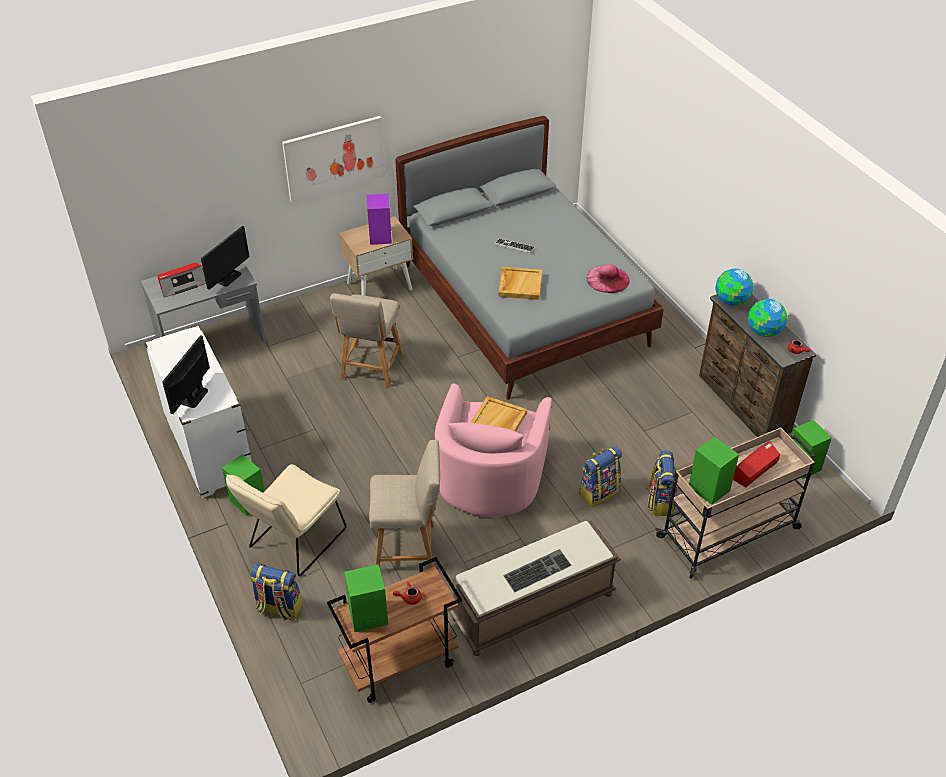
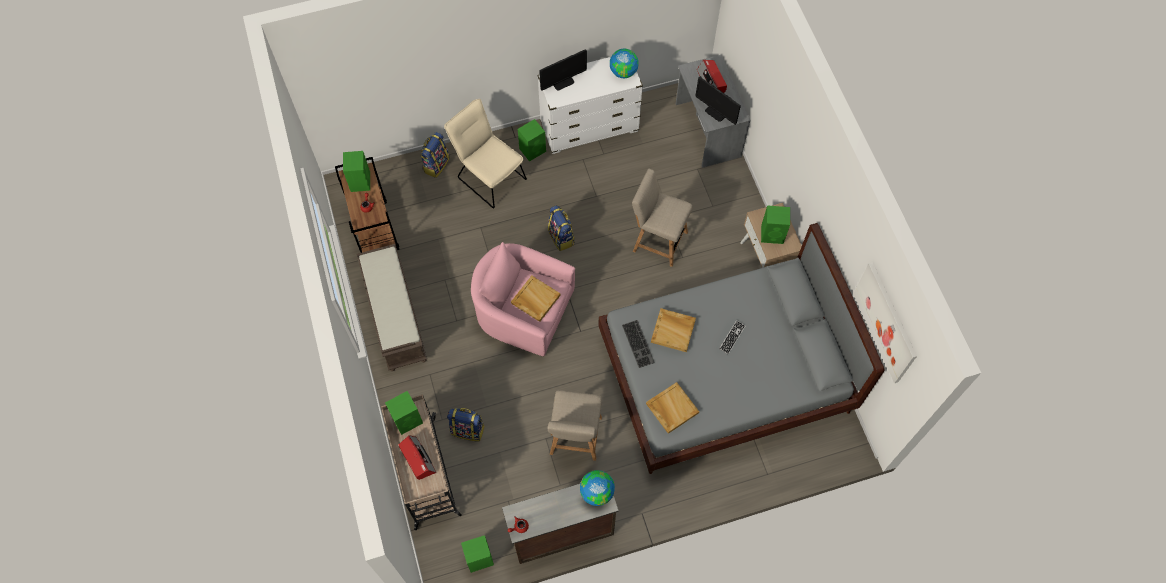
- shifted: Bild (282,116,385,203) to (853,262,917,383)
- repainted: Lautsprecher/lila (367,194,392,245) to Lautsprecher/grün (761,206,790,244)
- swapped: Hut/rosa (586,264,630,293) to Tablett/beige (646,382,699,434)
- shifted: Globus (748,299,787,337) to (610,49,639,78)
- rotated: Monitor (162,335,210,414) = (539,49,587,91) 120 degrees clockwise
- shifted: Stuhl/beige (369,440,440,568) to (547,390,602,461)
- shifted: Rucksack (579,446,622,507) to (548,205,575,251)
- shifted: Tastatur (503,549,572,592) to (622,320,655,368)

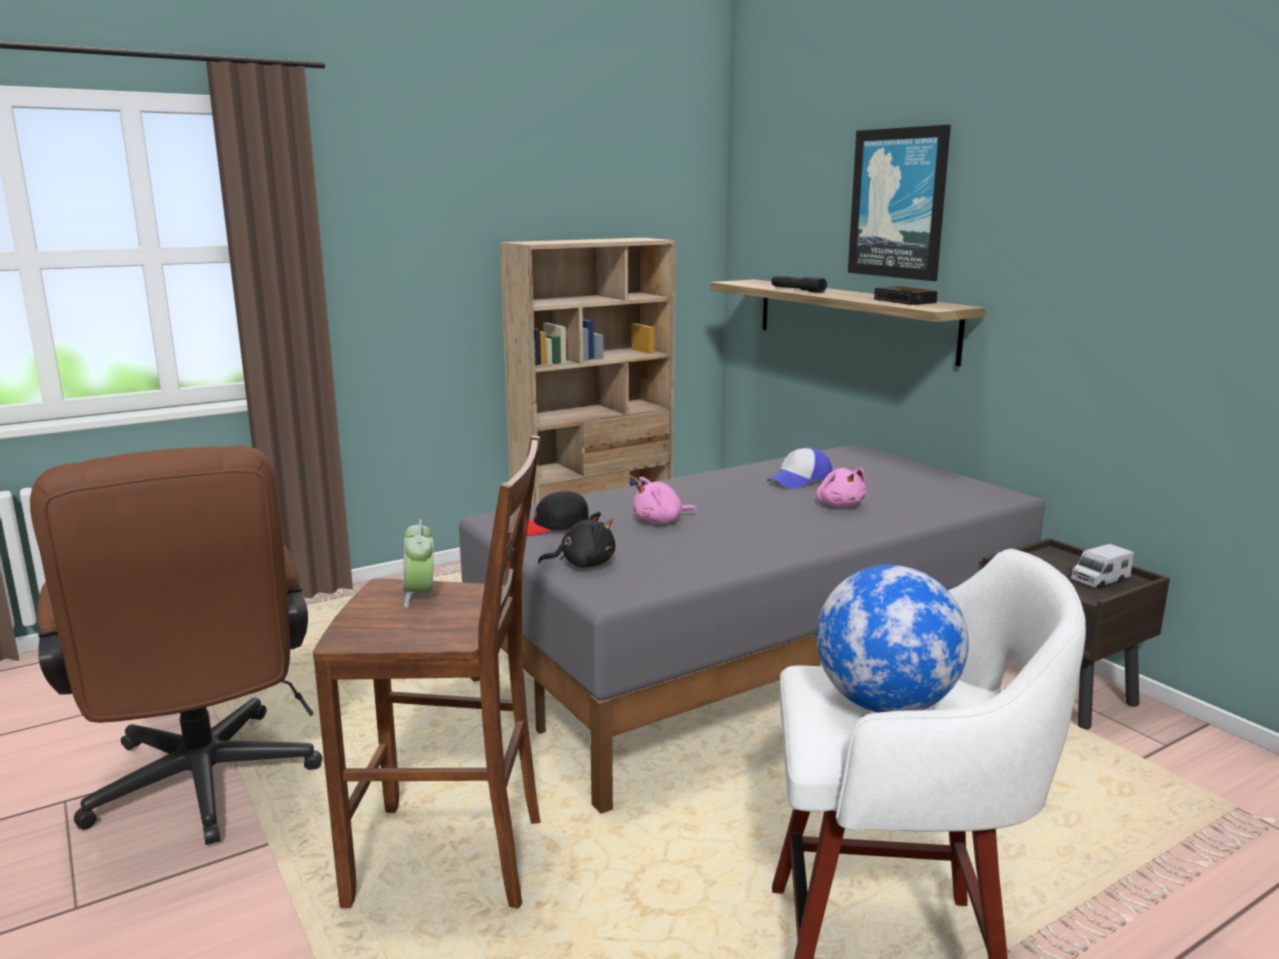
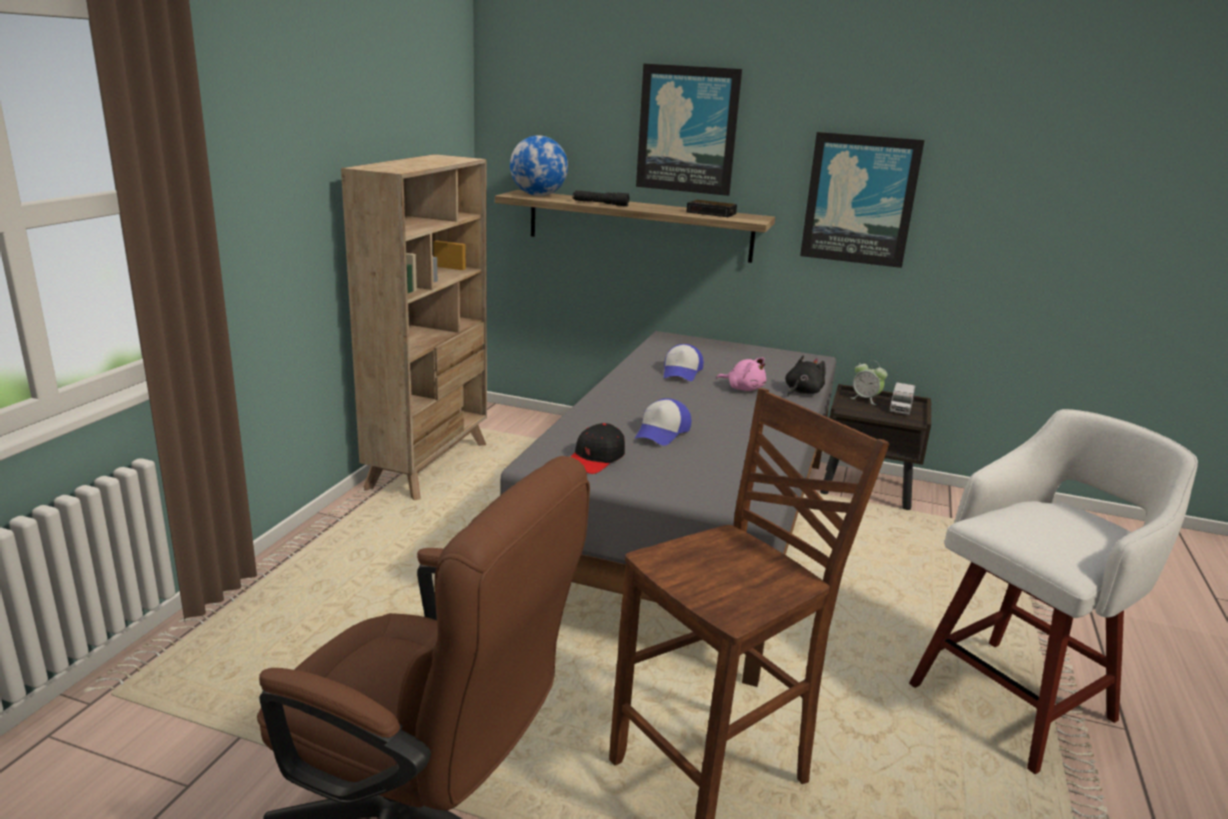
- swapped: Plüschtier/rosa (633,477,697,524) to Kappe (635,398,691,446)
- shifted: Plüschtier/schwarz (538,512,615,568) to (785,355,826,397)
- shifted: Wecker (403,519,434,608) to (850,360,888,405)
- shifted: Globus (816,565,969,713) to (510,135,568,196)
- new: Bild (800,132,924,268)

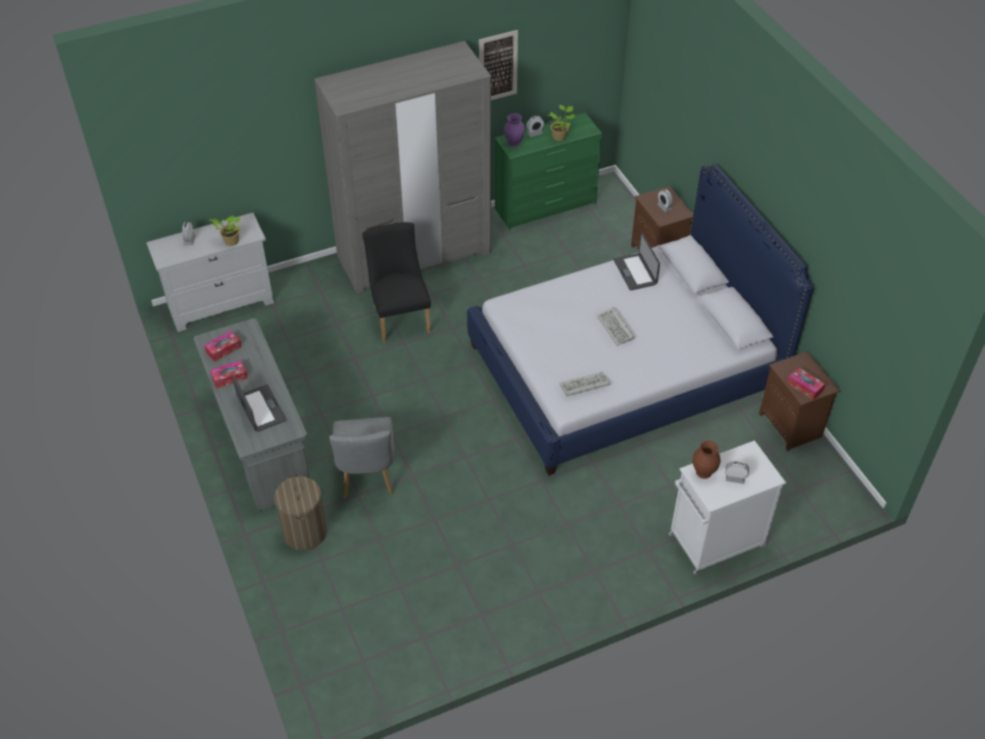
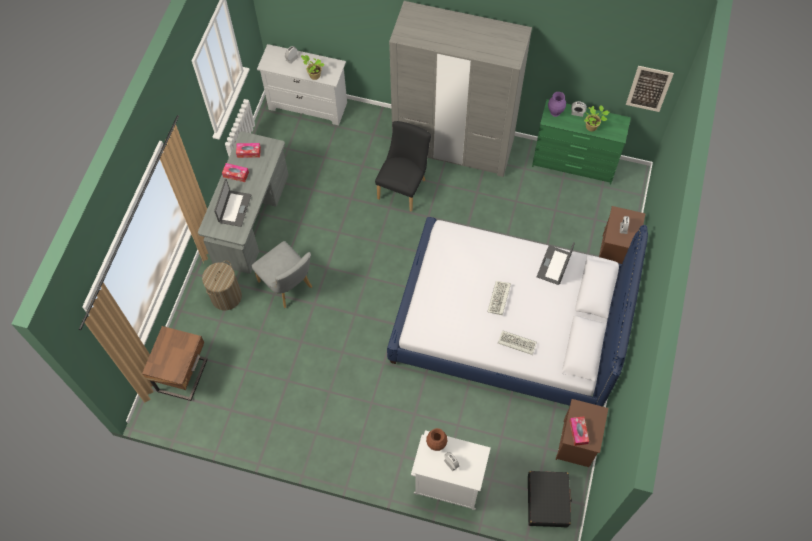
- shifted: Bild (479,30,518,100) to (626,66,674,112)
- shifted: Tastatur (559,372,610,396) to (498,330,537,355)
- rotated: Stuhl/grau (329,417,394,498) = (252,241,312,308) 75 degrees counterclockwise
- new: Nachttisch/braun (142,326,208,401)
- new: Koffer/schwarz (528,471,572,527)

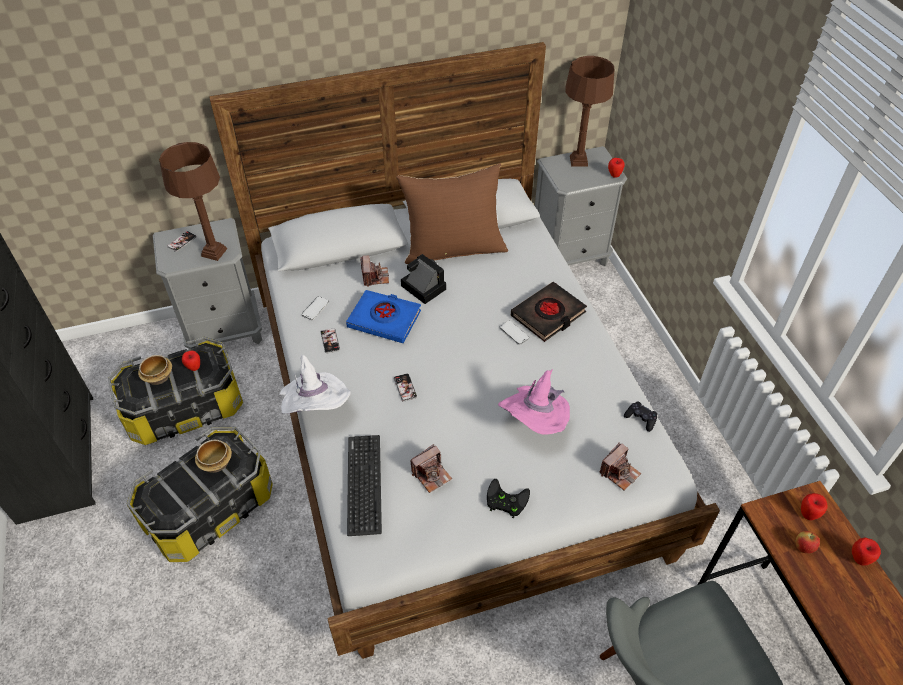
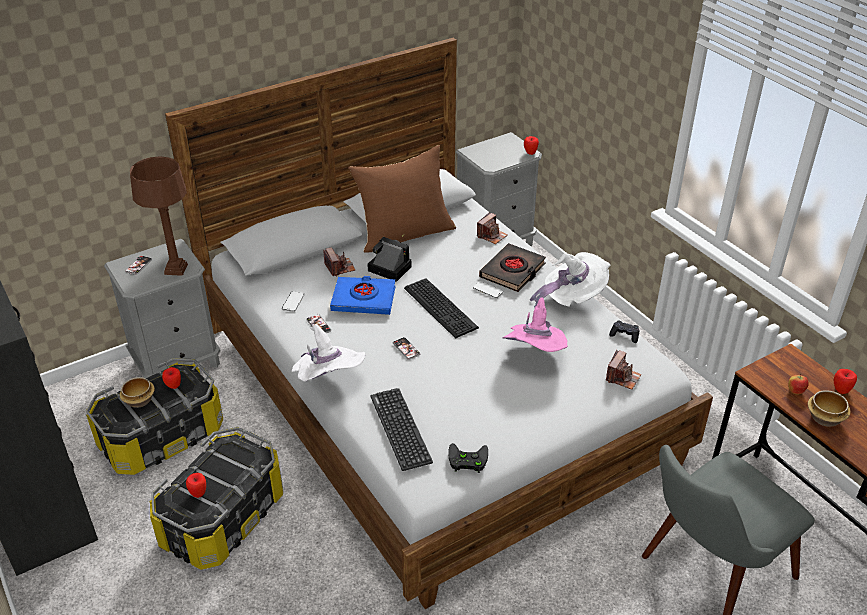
- gone: Tischlampe/braun (565,56,614,167)
- shifted: Schüssel (195,440,232,473) to (808,390,851,427)
- shifted: Kamera (410,444,452,493) to (477,212,508,244)
- shifted: Gamepad/schwarz (487,479,530,518) to (448,443,488,473)
- shifted: Apfel (801,493,827,520) to (186,473,206,498)
- new: Hut/weiß (530,252,611,308)
- new: Tastatur (404,278,479,338)

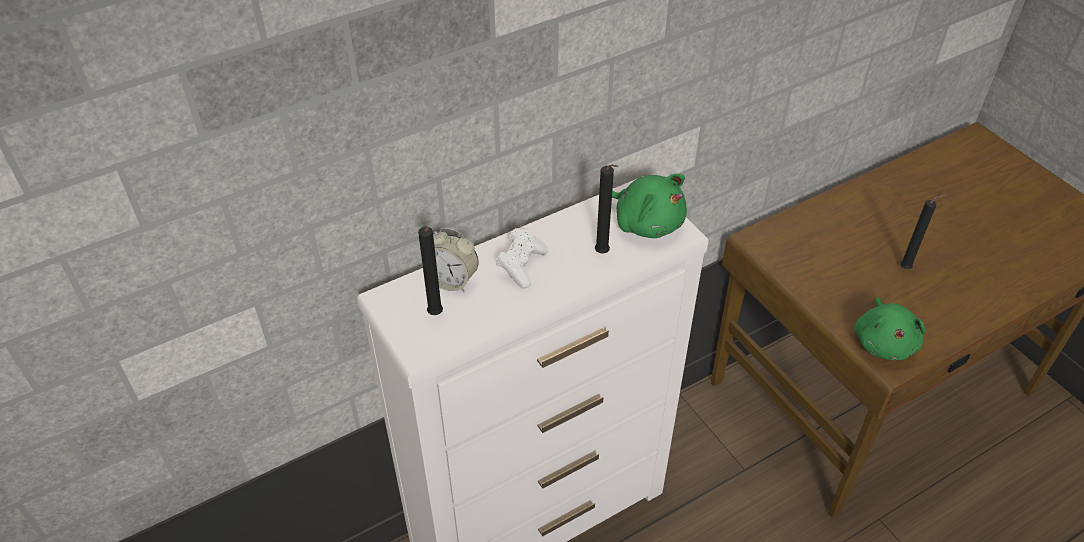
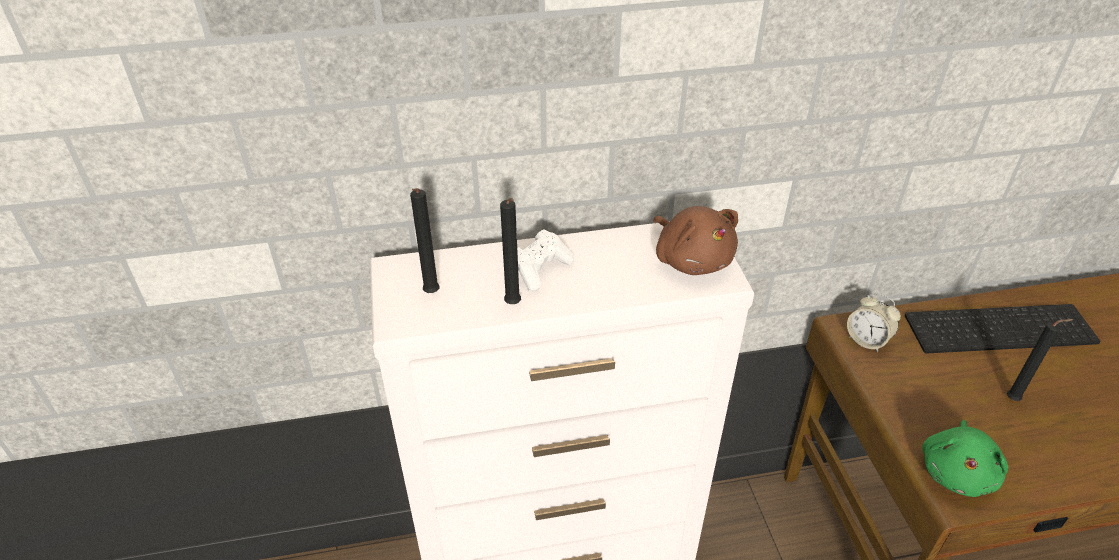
- shifted: Kerze/schwarz (595,164,618,254) to (500,198,521,304)
- repainted: Plüschtier/grün (612,174,687,238) to Plüschtier/braun (654,206,738,275)
- shifted: Wecker (422,227,479,292) to (847,293,901,352)
- new: Tastatur (905,304,1100,353)

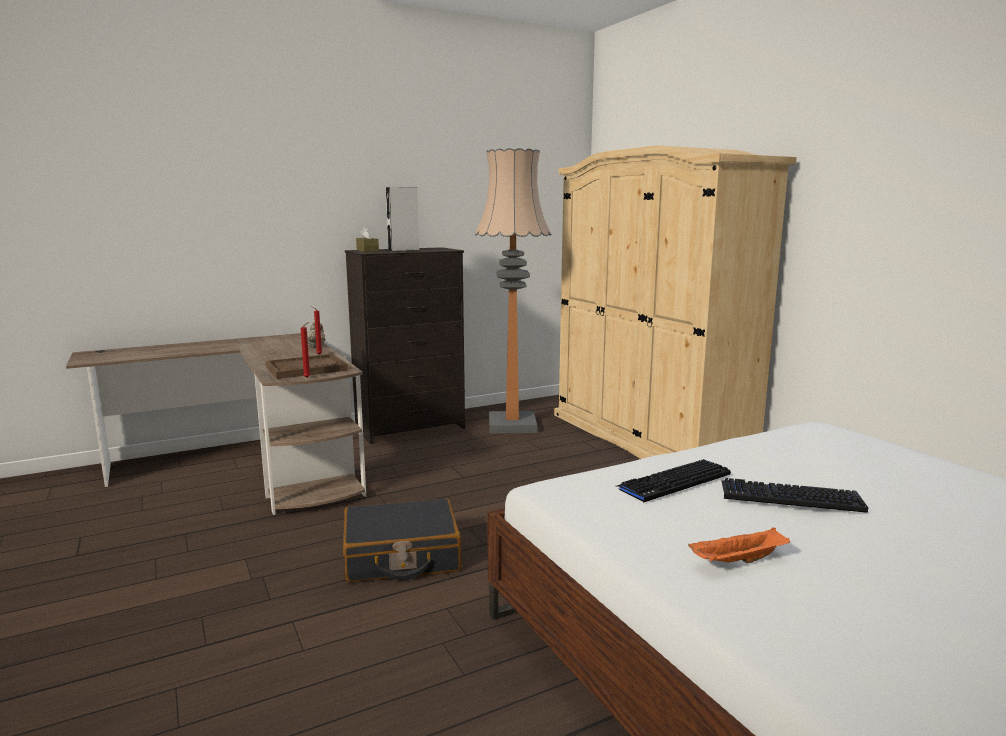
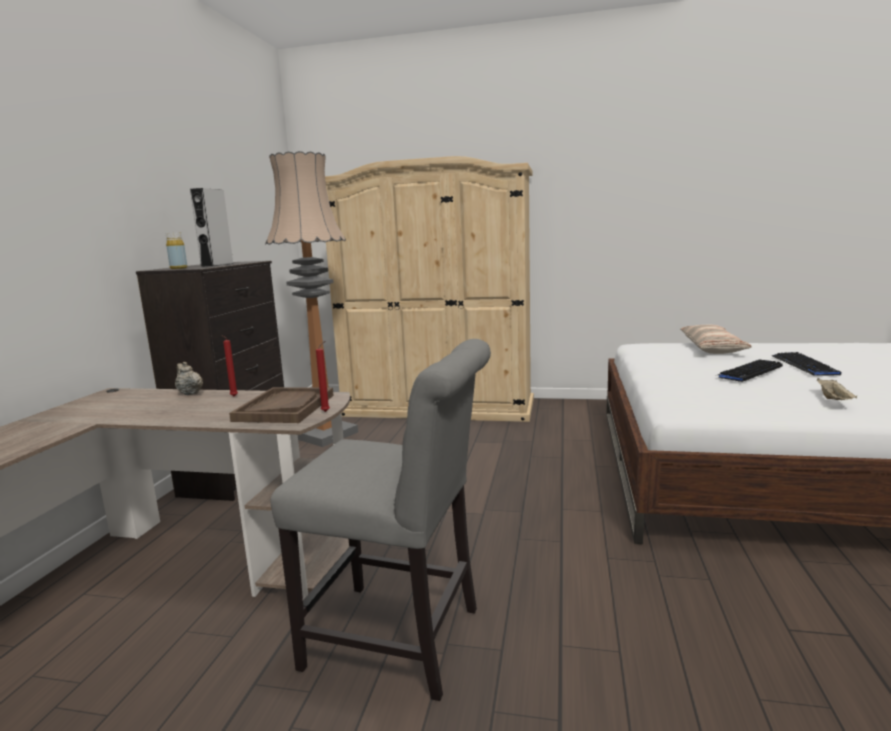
- swapped: Taschentuchbox/braun (356,226,379,252) to Flasche/gelb (166,232,187,269)
- shifted: Tastatur (617,459,731,503) to (772,352,841,376)
- gone: Koffer/schwarz (343,498,461,582)
- repainted: Tablett/orange (688,527,790,564) to Tablett/beige (817,378,858,400)
- new: Kissen (680,325,752,354)
- new: Stuhl/grau (270,339,491,701)

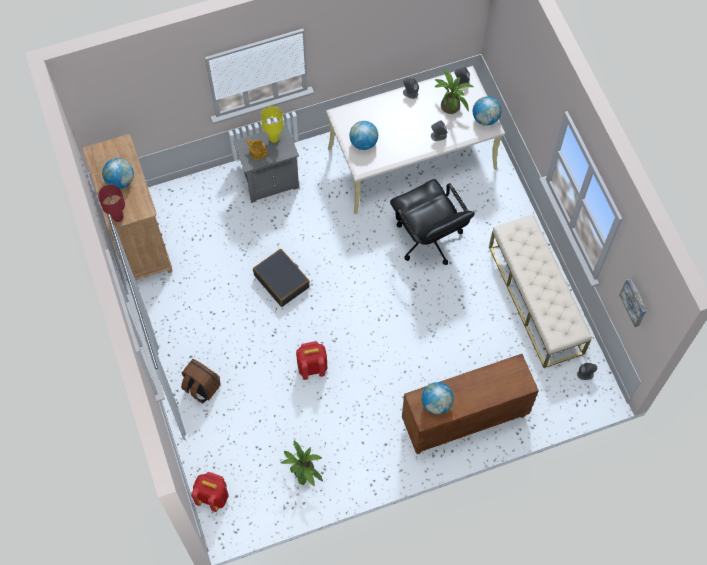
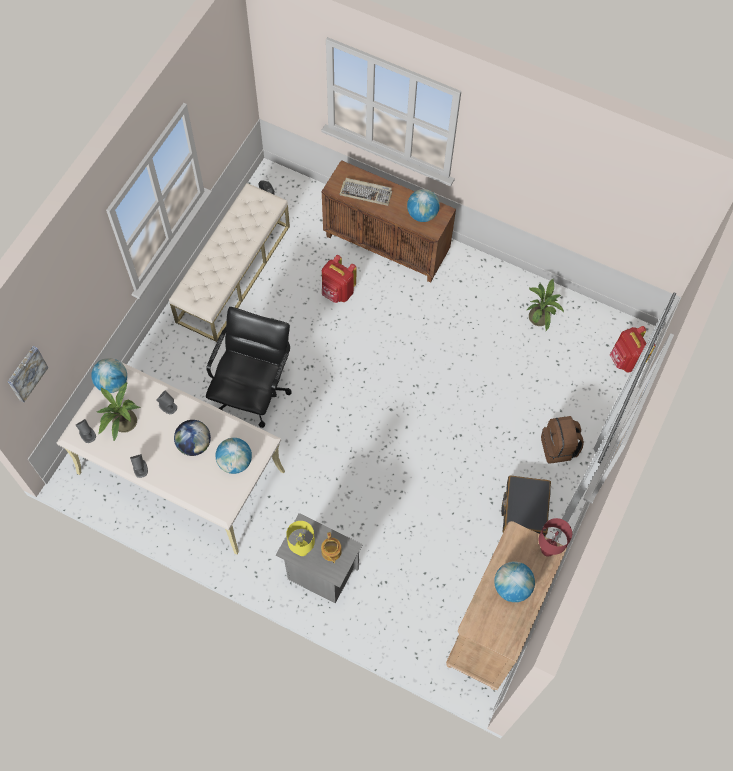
- shifted: Koffer/schwarz (253,249,310,307) to (501,476,551,536)
- shifted: Bild (619,278,647,327) to (8,346,48,402)
- shifted: Rucksack/rot (296,341,327,380) to (322,255,356,303)
- new: Tastatur (340,178,392,206)
- new: Globus (174,420,211,456)

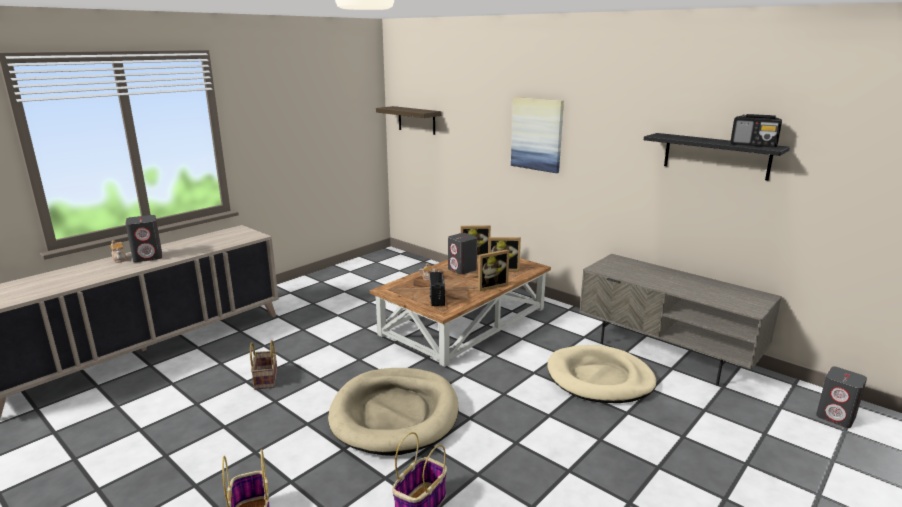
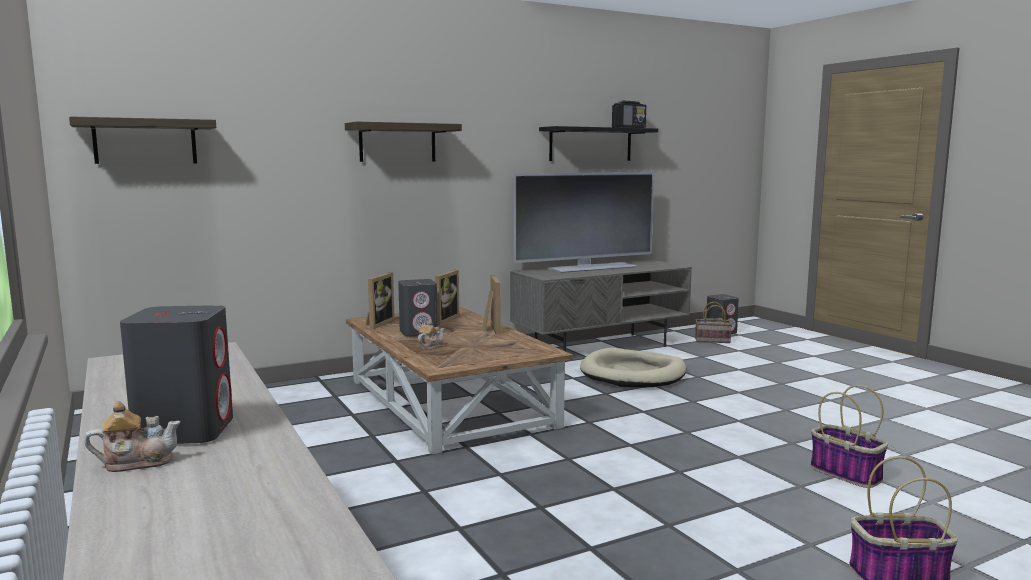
- swapped: Bild (511,97,564,173) to Wandregal (345,122,462,162)
- gone: Radio (430,271,445,306)
- shifted: Korb (250,340,277,390) to (695,302,732,343)
- gone: Hundebett/beige (328,368,459,456)
- new: Fernseher (513,172,654,273)

